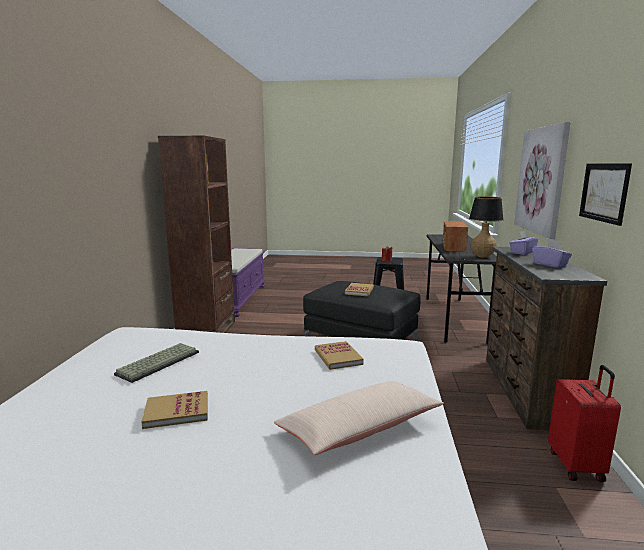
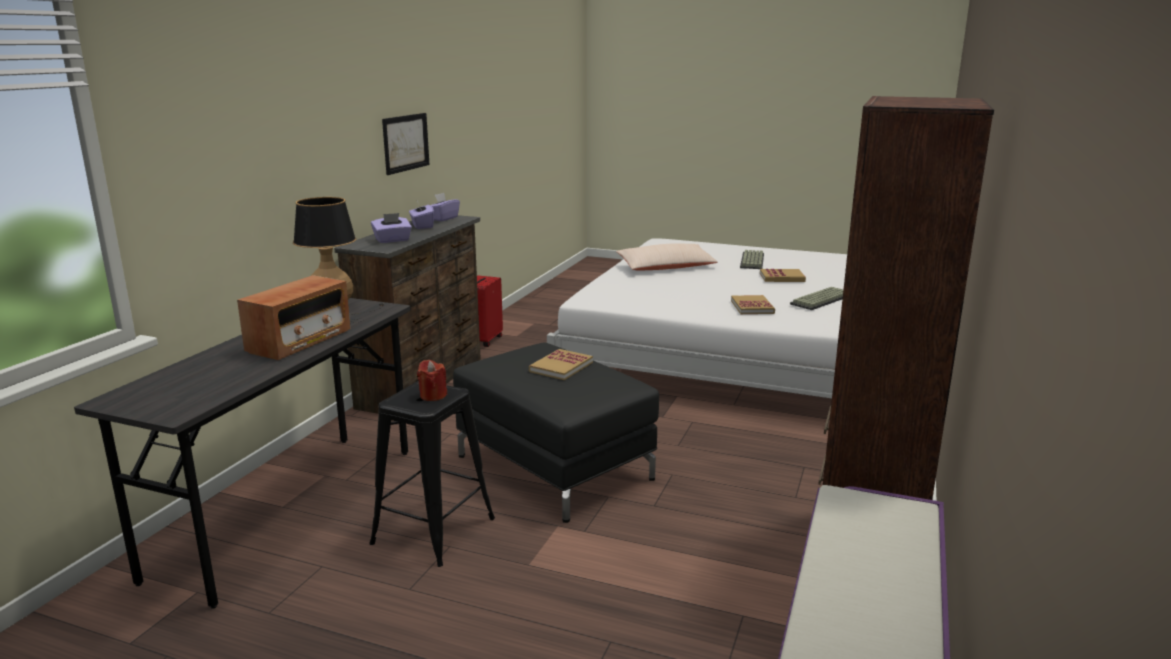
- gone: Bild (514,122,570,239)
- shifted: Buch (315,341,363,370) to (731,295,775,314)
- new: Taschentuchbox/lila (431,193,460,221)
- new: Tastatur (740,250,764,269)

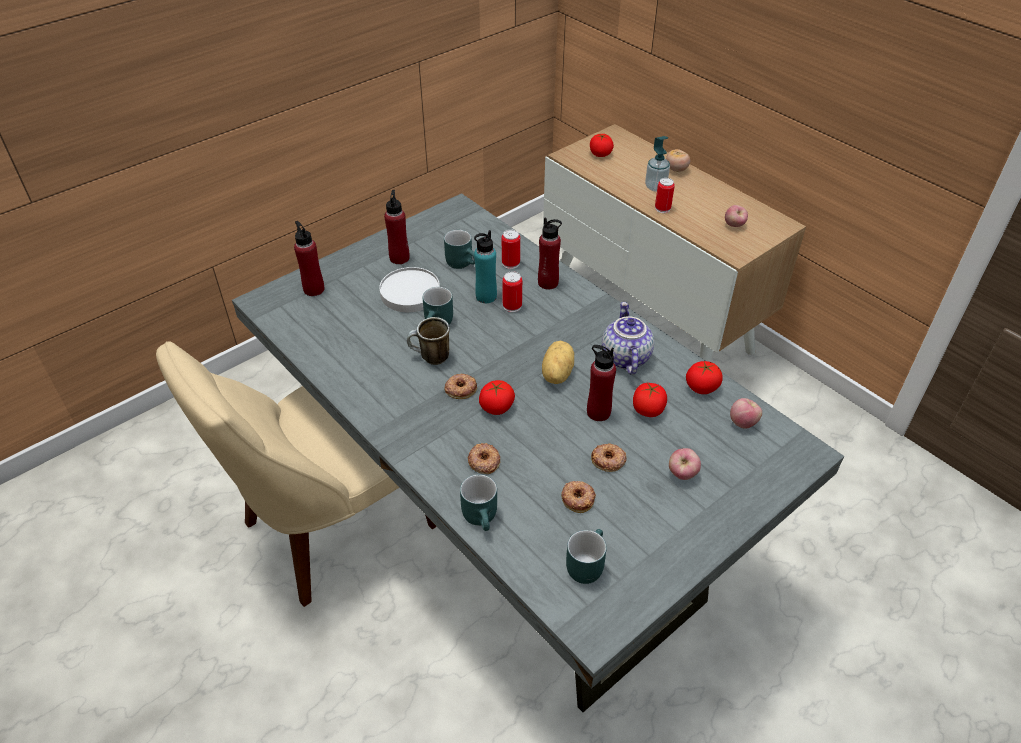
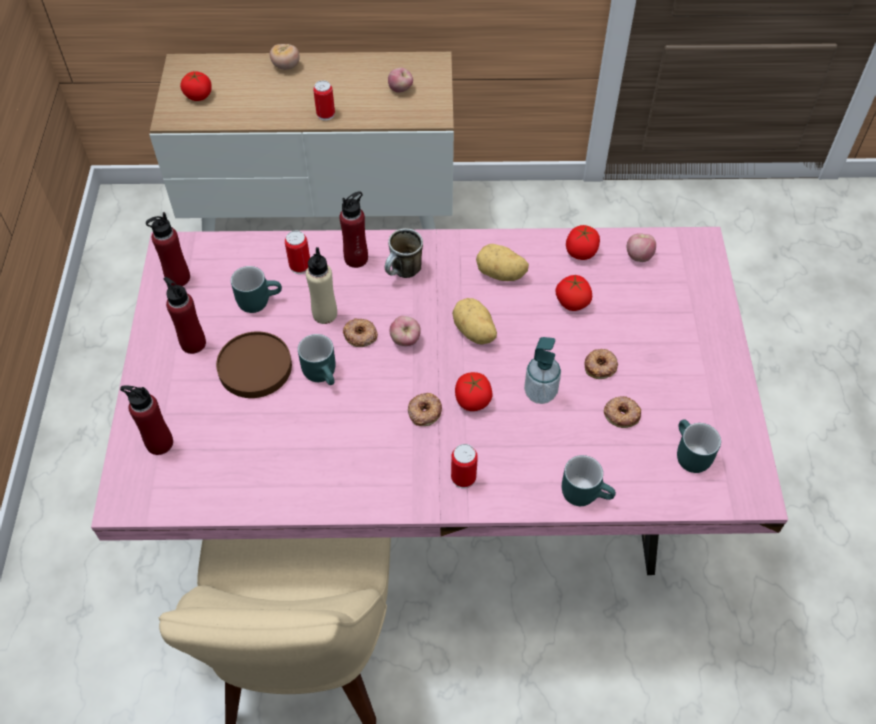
- shifted: Seifenspender (645,136,670,192) to (524,337,561,404)
- repainted: Esstisch/grau (232,193,844,712) to Esstisch/rosa (91,227,788,575)
- repainted: Flasche/türkis (474,230,497,303) to Flasche/beige (306,247,337,324)
- repainted: Teller/weiß (379,267,440,312) to Teller/braun (216,331,292,398)
- shifted: Dose (502,271,522,312) to (451,444,478,489)
- swapped: Teekanne (602,302,654,375) to Kartoffel (476,244,529,281)
- shifted: Henkelbecher (407,317,450,365) to (385,228,423,278)
- shifted: Flasche/rot (587,345,616,421) to (146,212,190,286)
- shifted: Donut (467,443,500,474) to (343,318,378,347)
- shifted: Apfel (669,448,701,480) to (390,316,421,346)

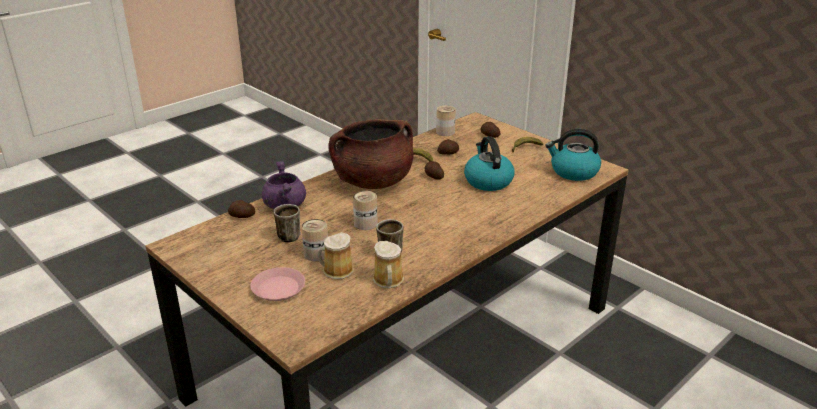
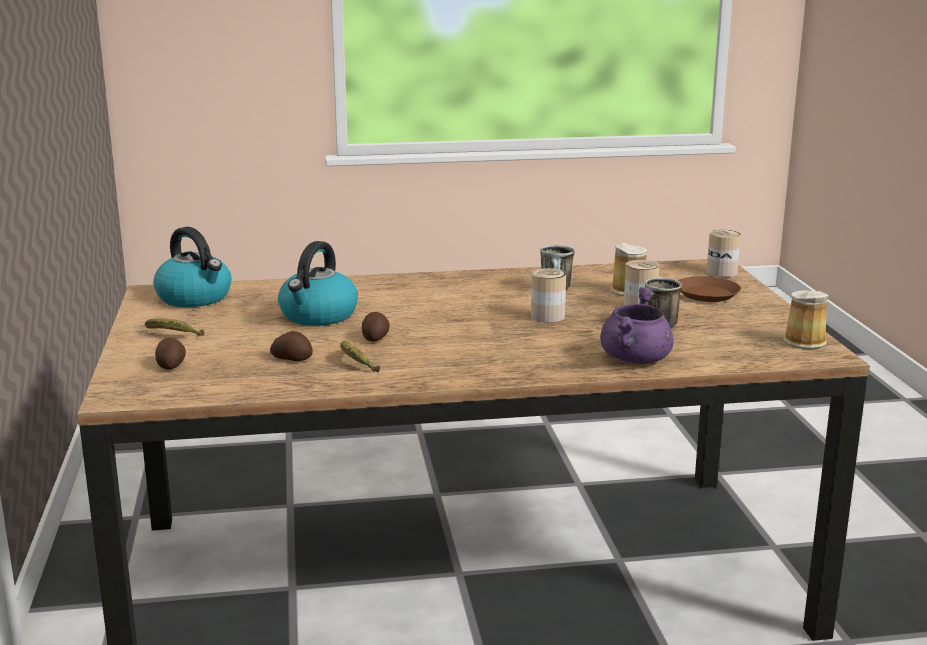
- shifted: Dose (436,106,456,136) to (707,230,741,277)
- gone: Kochtopf/braun (328,119,414,189)
- gone: Kartoffel (228,200,255,218)
- shifted: Henkelbecher (373,241,404,288) to (784,290,829,349)
- repainted: Teller/rosa (250,267,305,301) to Teller/braun (678,276,741,302)

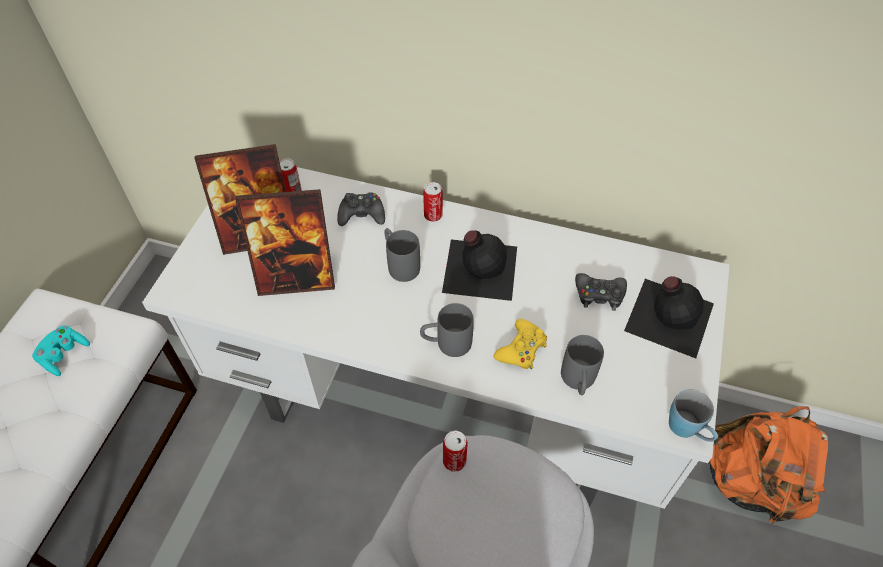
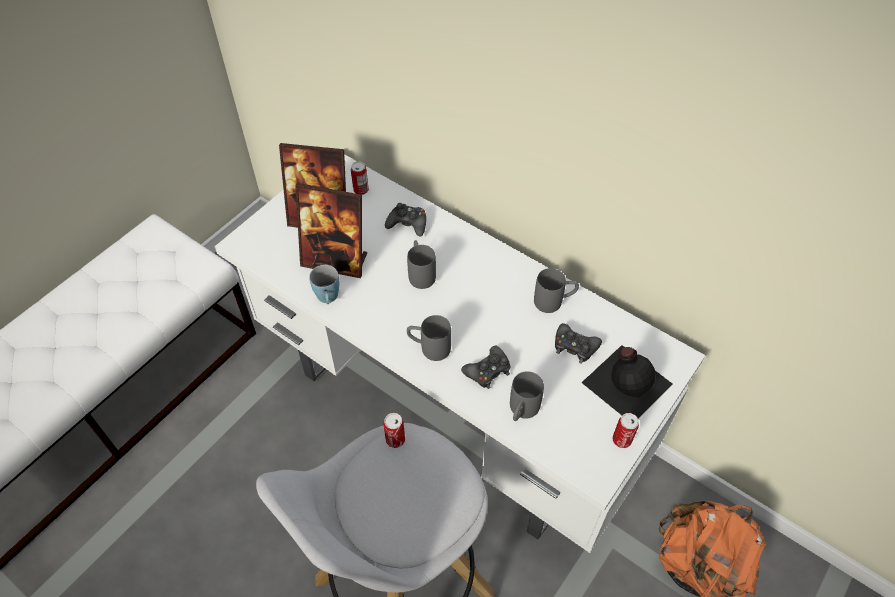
- shifted: Dose (423,182,443,222) to (612,413,639,448)
- gone: Flasche/schwarz (442,230,517,301)
- repainted: Gamepad/gelb (494,319,547,369) to Gamepad/schwarz (461,345,511,389)
- gone: Gamepad/türkis (32,325,90,376)
- shifted: Henkelbecher/blau (669,389,718,442) to (309,265,339,304)
- new: Henkelbecher/grau (534,268,579,313)

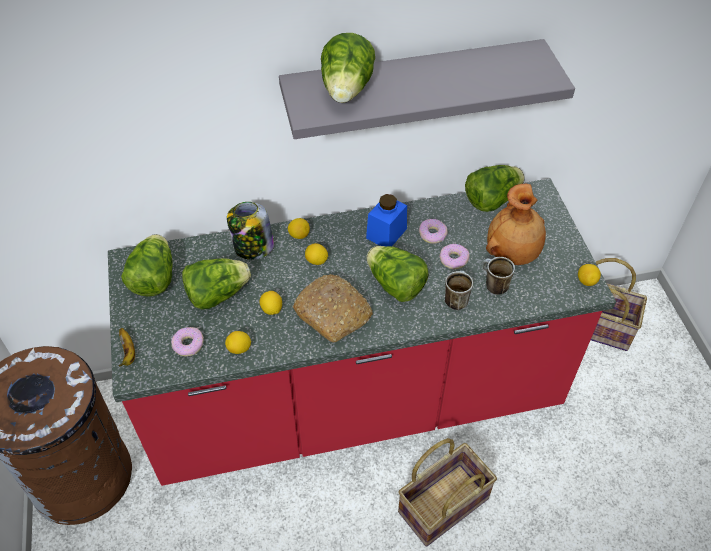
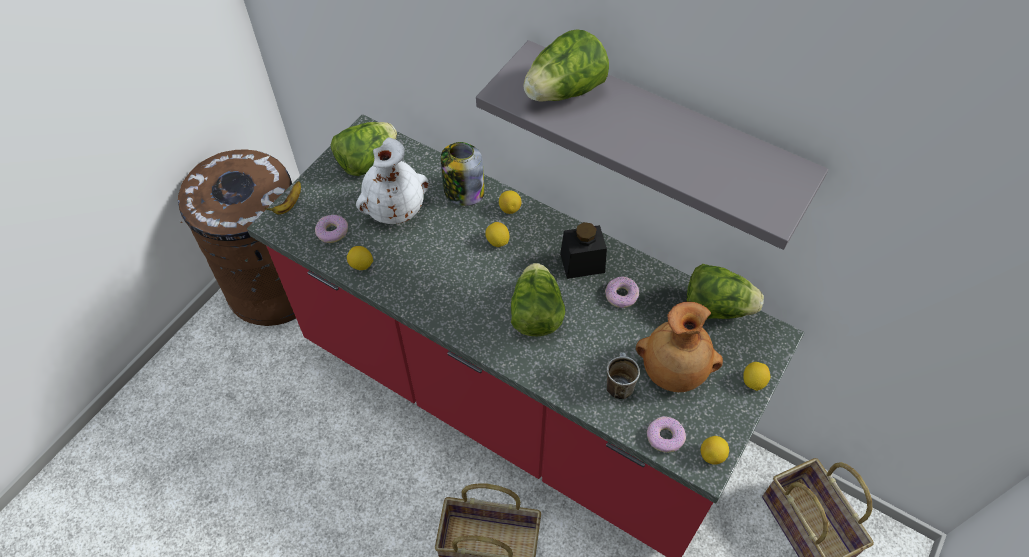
- repainted: Vorratsglas/blau (366,194,407,246) to Vorratsglas/schwarz (560,222,607,279)
- shifted: Donut (439,243,469,269) to (647,416,686,452)
- swapped: Salatkopf (182,258,251,309) to Vase/weiß (356,138,429,224)
- gone: Henkelbecher (445,270,473,310)
- gone: Brot (292,274,373,343)
- shifted: Zitrone (260,291,282,315) to (743,362,770,391)

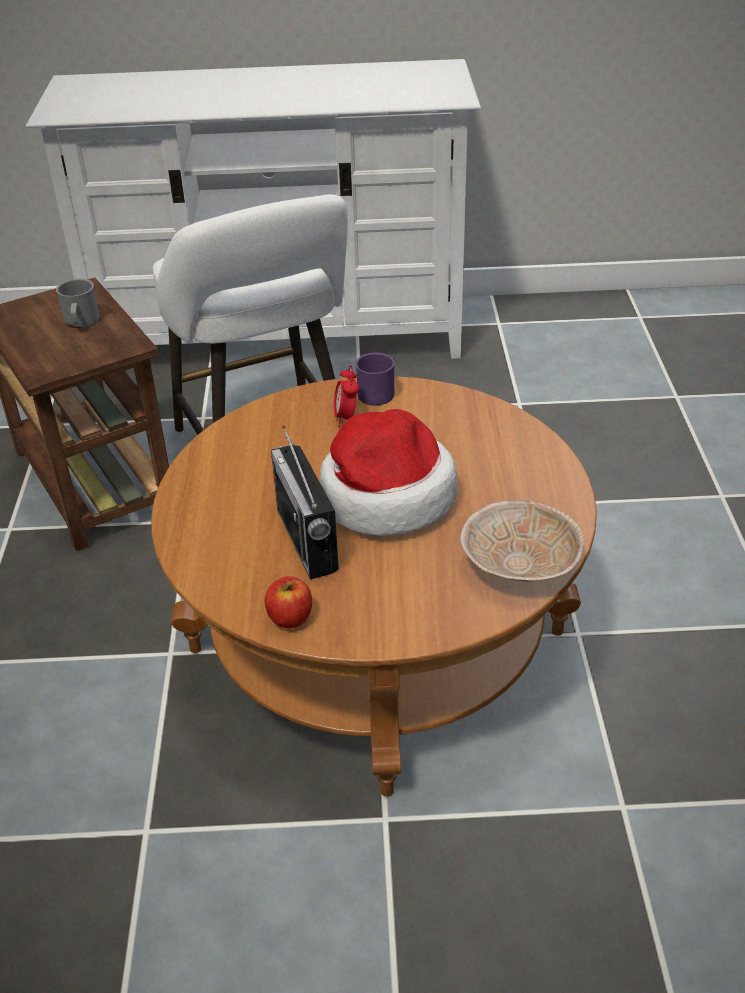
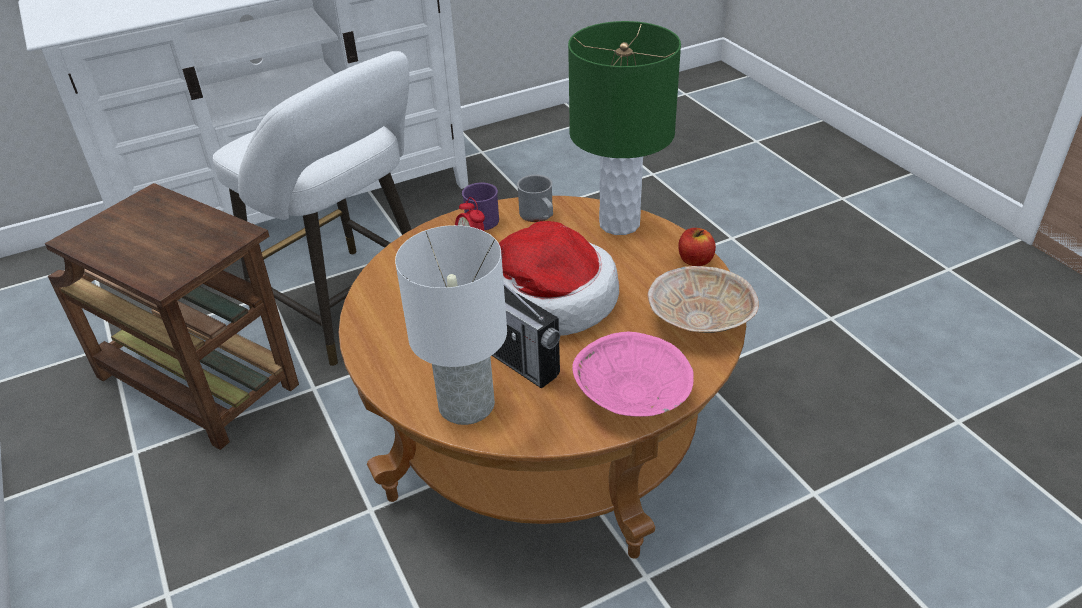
- shifted: Henkelbecher/grau (56,278,100,328) to (517,175,553,222)
- shifted: Apfel (265,576,312,628) to (678,228,716,266)
- new: Tischlampe/grün (568,21,681,235)
- new: Tischlampe/weiß (395,225,507,425)
- new: Schüssel/rosa (572,331,694,417)

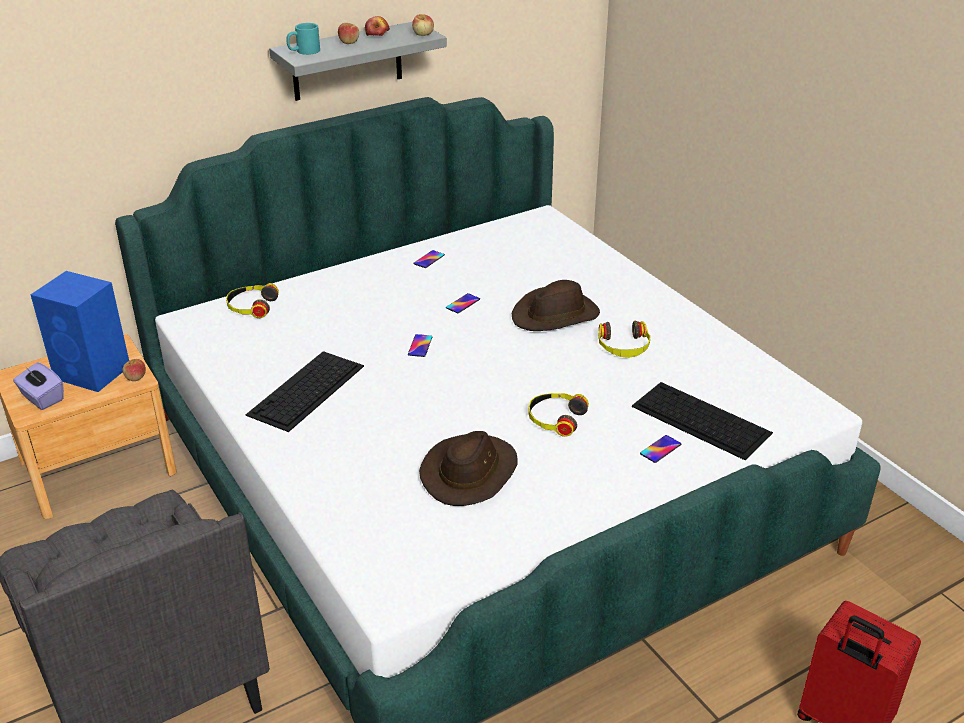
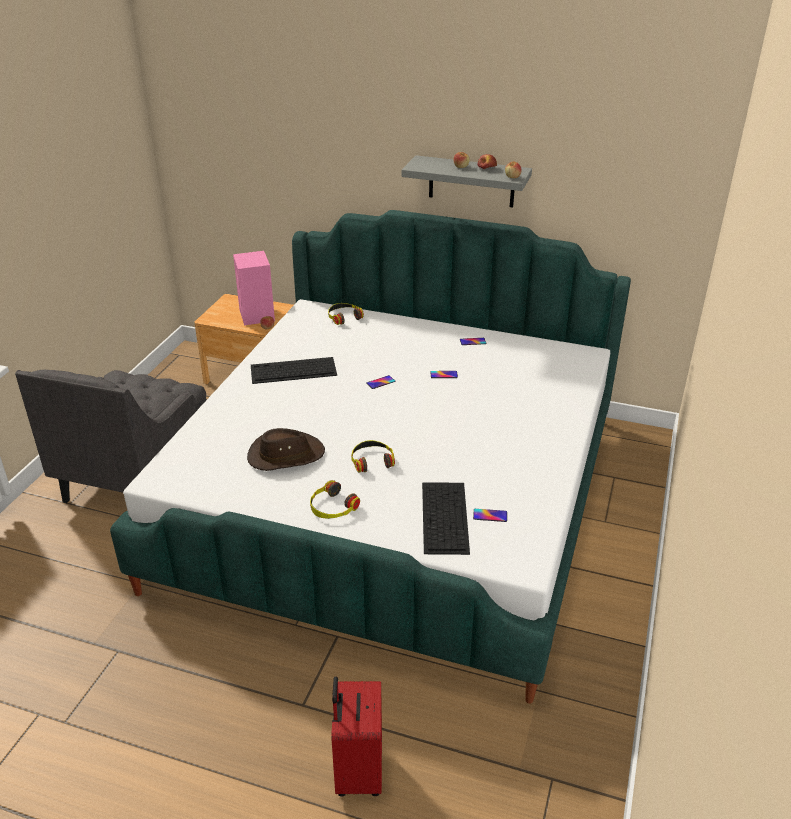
- gone: Henkelbecher/türkis (286,23,320,55)
- repainted: Lautsprecher/blau (31,271,129,392) to Lautsprecher/rosa (233,251,275,325)
- gone: Hut/braun (511,280,600,331)
- shifted: Kopfhörer (598,321,650,358) to (310,480,360,519)
- gone: Taschentuchbox/lila (13,363,64,410)
- shifted: Handy (640,435,681,463) to (473,509,507,522)

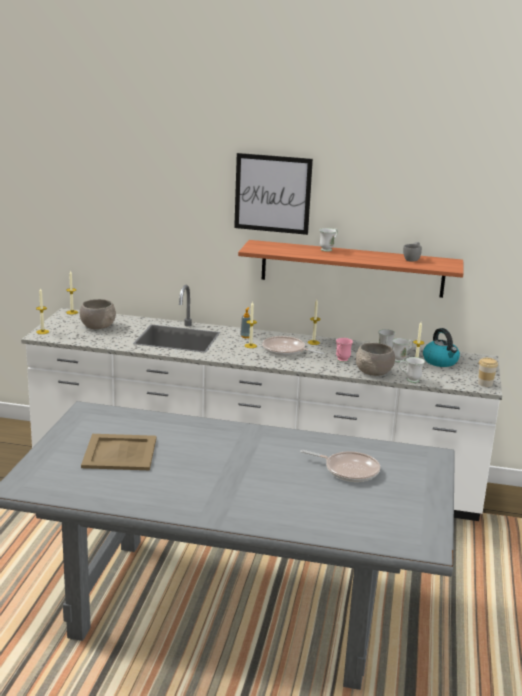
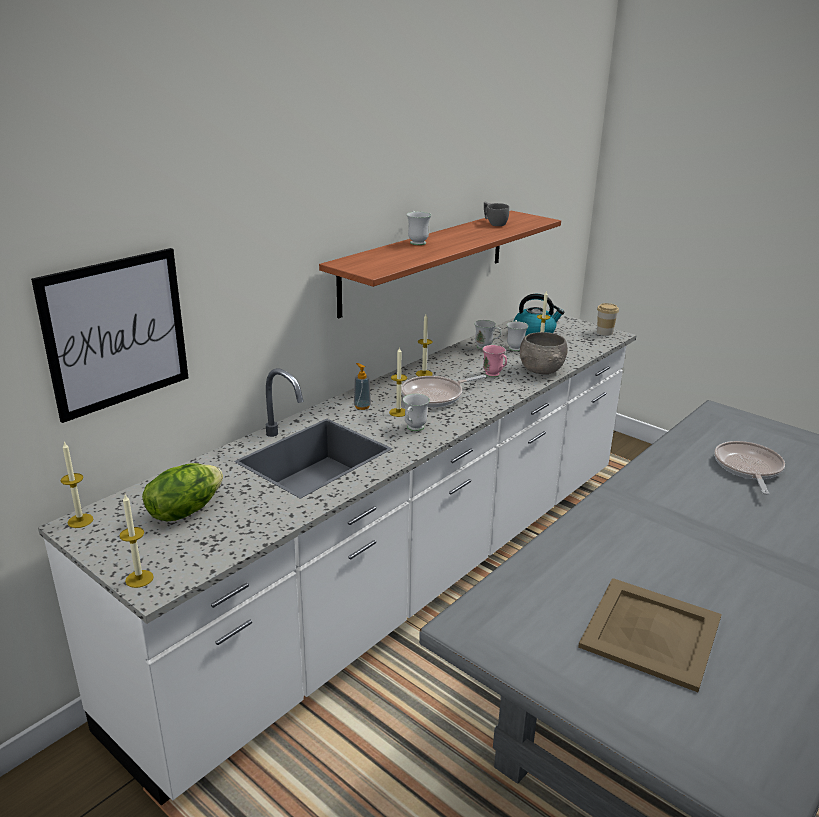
- shifted: Bild (234,153,313,235) to (31,248,188,423)
- swapped: Schüssel/grau (80,299,116,329) to Salatkopf (142,463,223,521)
- shifted: Henkelbecher/weiß (399,357,425,383) to (403,394,430,431)
- rotated: Pfanne (300,450,380,482) = (714,441,785,495) 45 degrees counterclockwise

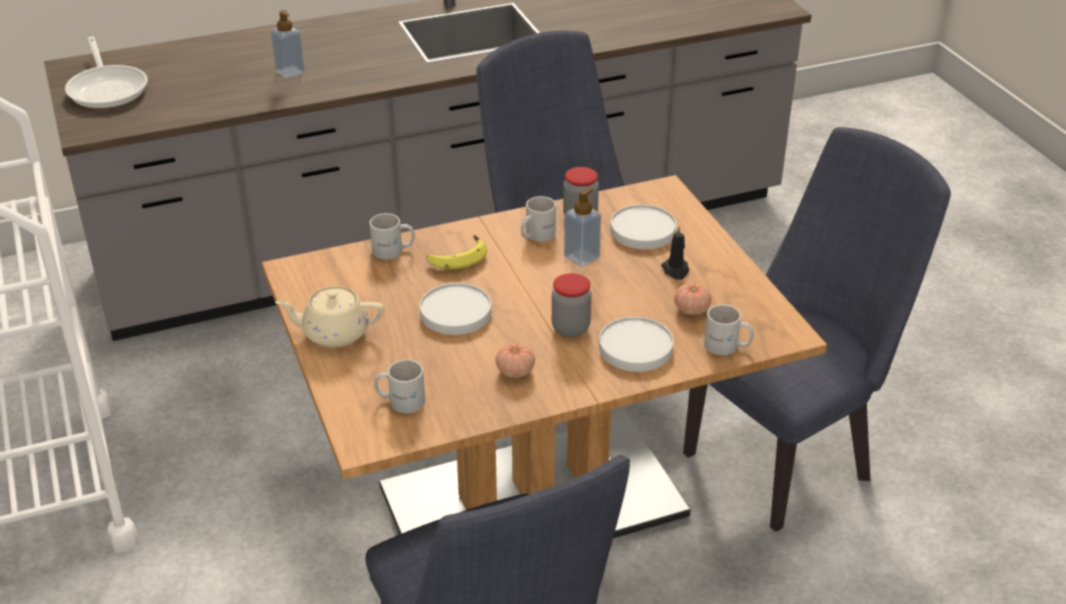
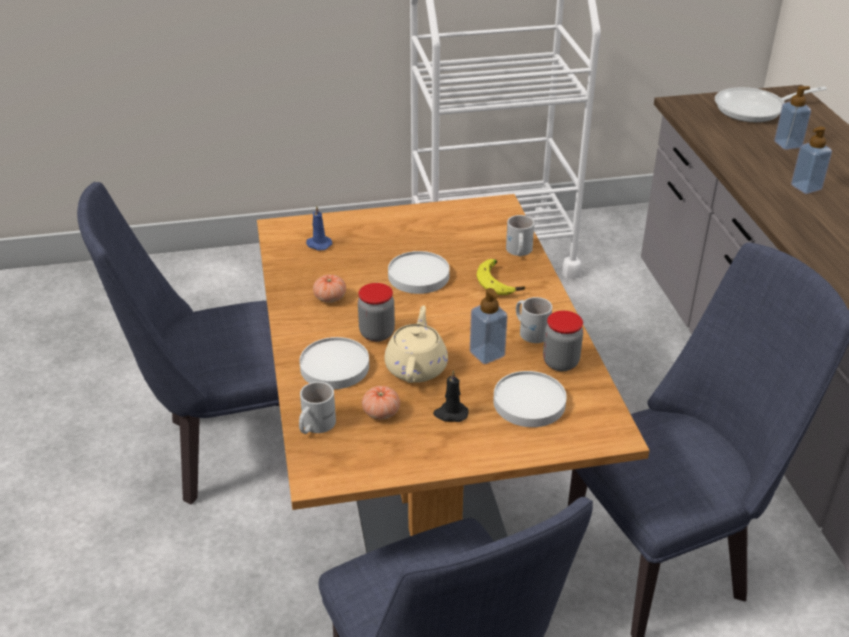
- shifted: Teekanne/beige (275,286,384,348) to (384,305,448,383)
- swapped: Henkelbecher/weiß (374,359,425,413) to Kerze/blau (306,205,332,250)
- new: Seifenspender (774,86,811,150)

